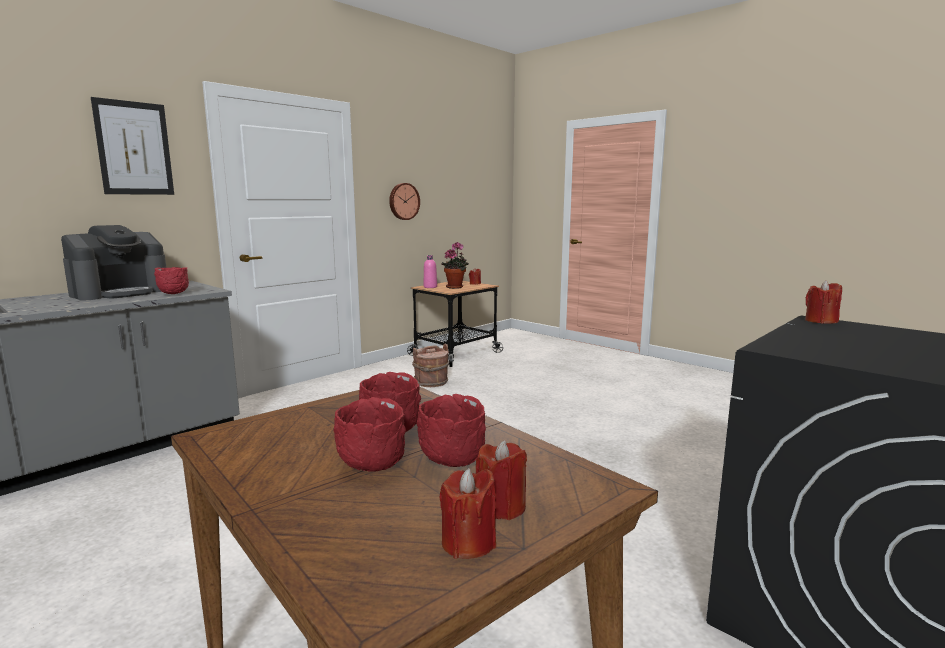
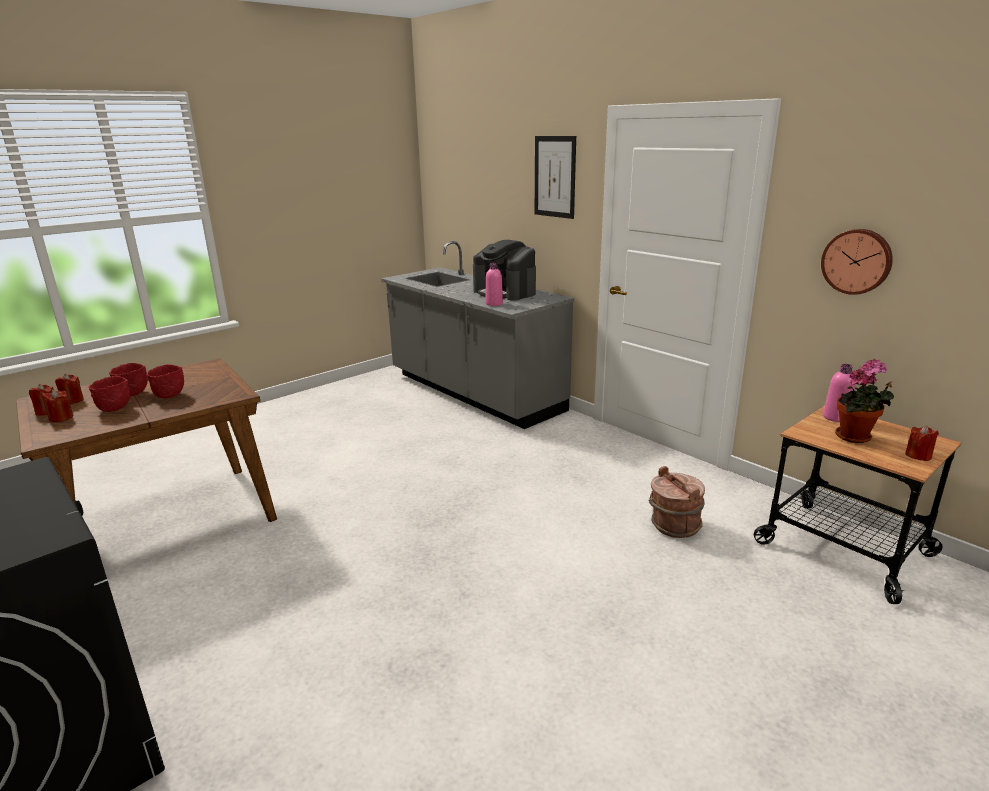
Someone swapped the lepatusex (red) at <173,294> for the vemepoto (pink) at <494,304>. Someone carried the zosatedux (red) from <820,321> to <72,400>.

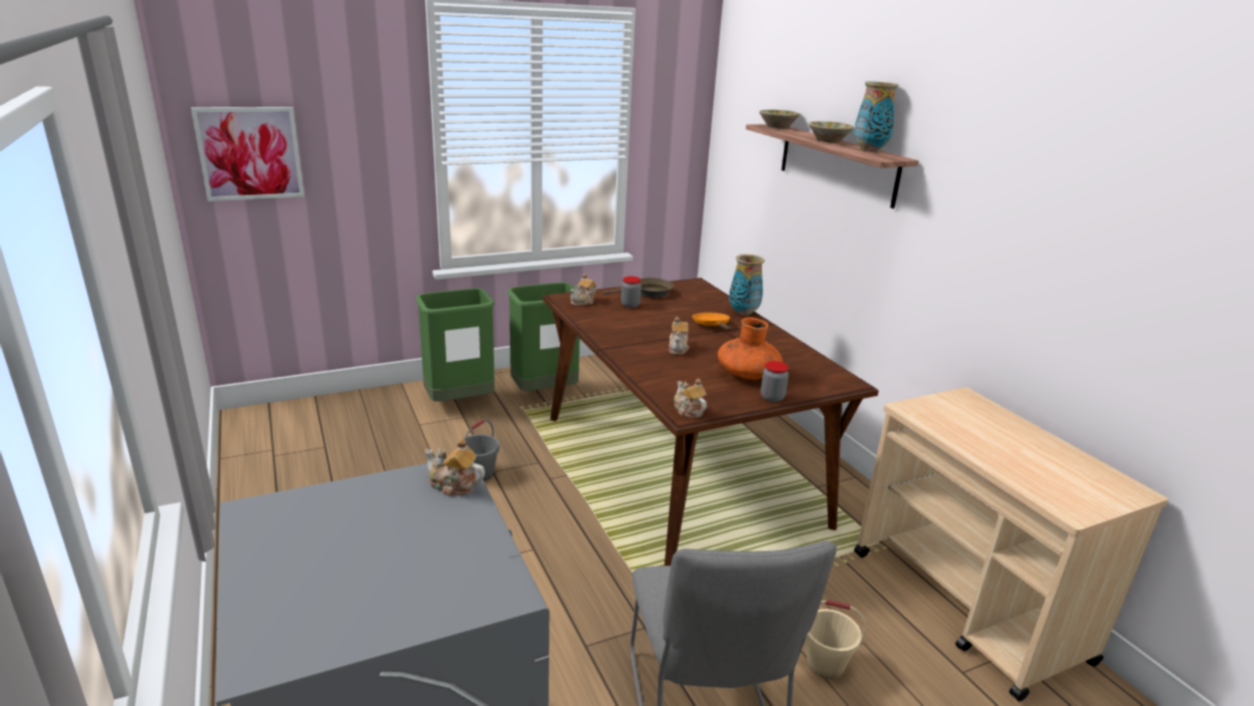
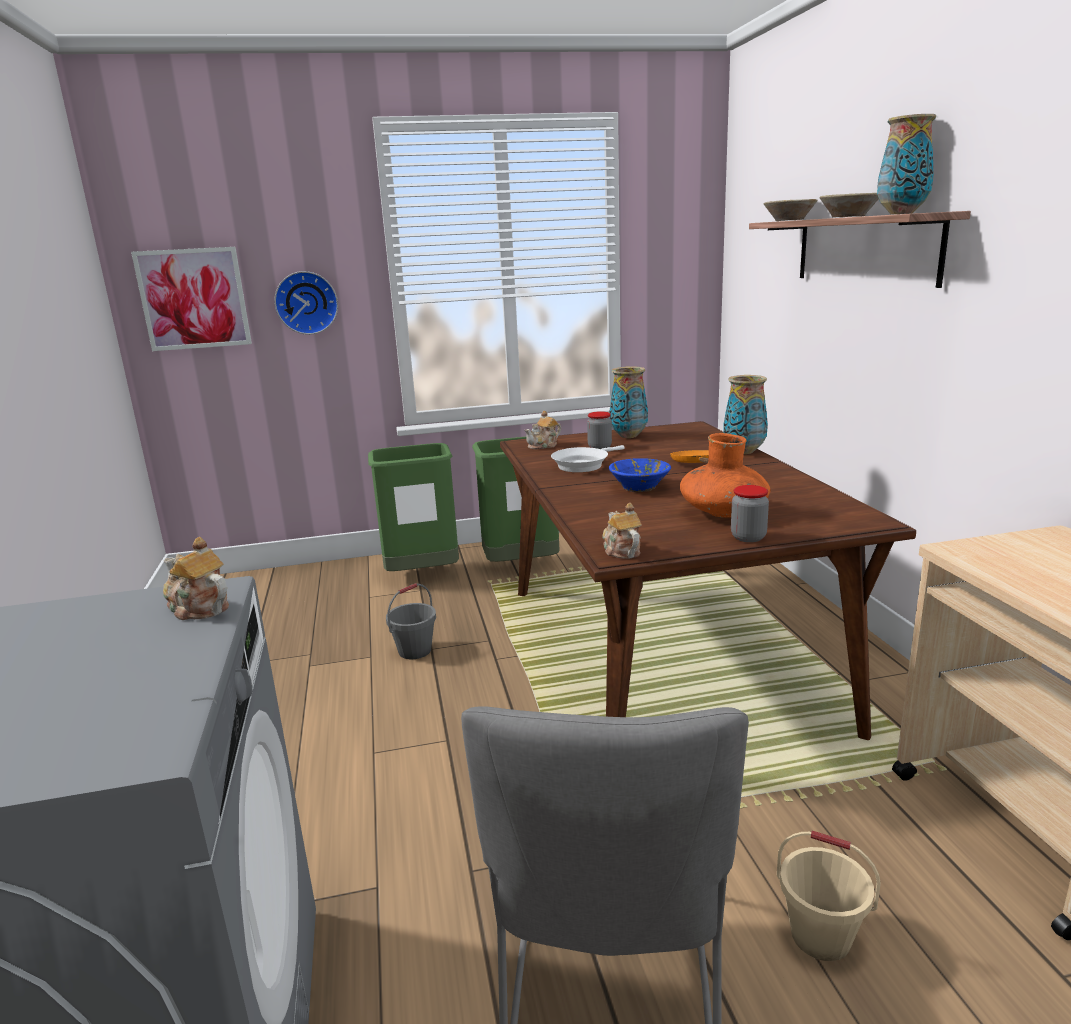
Someone swapped the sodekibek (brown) at <648,293> for the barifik at <629,436>. Someone swapped the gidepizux at <678,348> for the lepatusex (blue) at <640,487>. Someone put up the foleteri at <306,302>. Someone put down the sodekibek (white) at <583,465>.

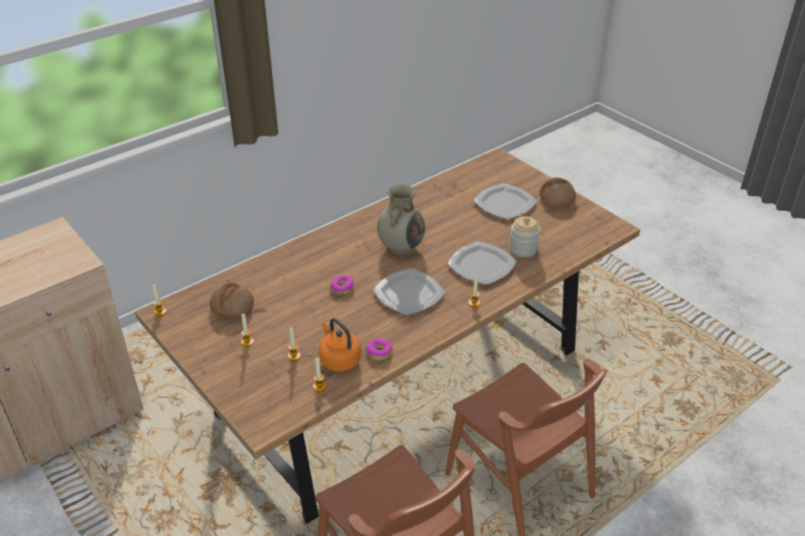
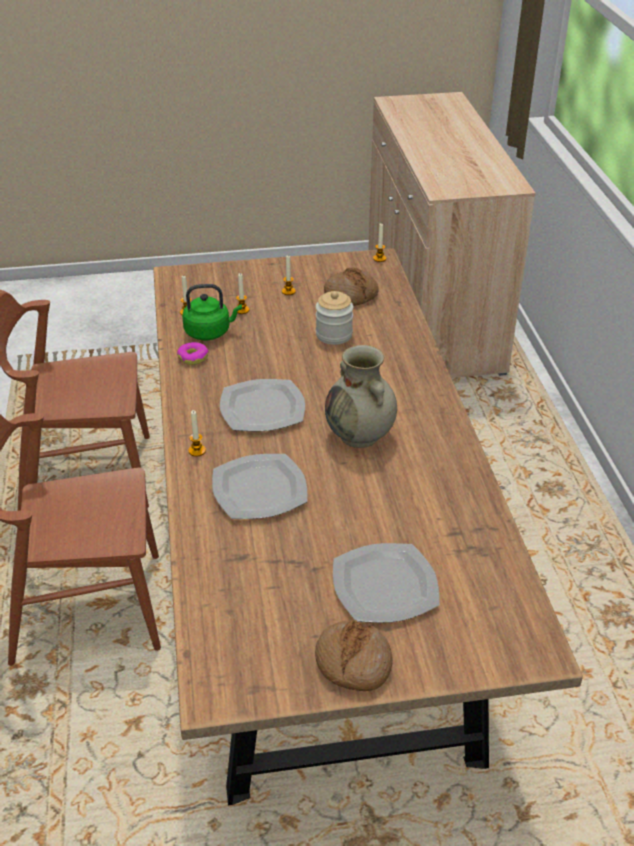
Someone repainted the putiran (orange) at <339,359>, which became the putiran (green) at <210,332>. Someone took away the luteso at <342,288>. Someone carried the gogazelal from <523,249> to <334,335>.

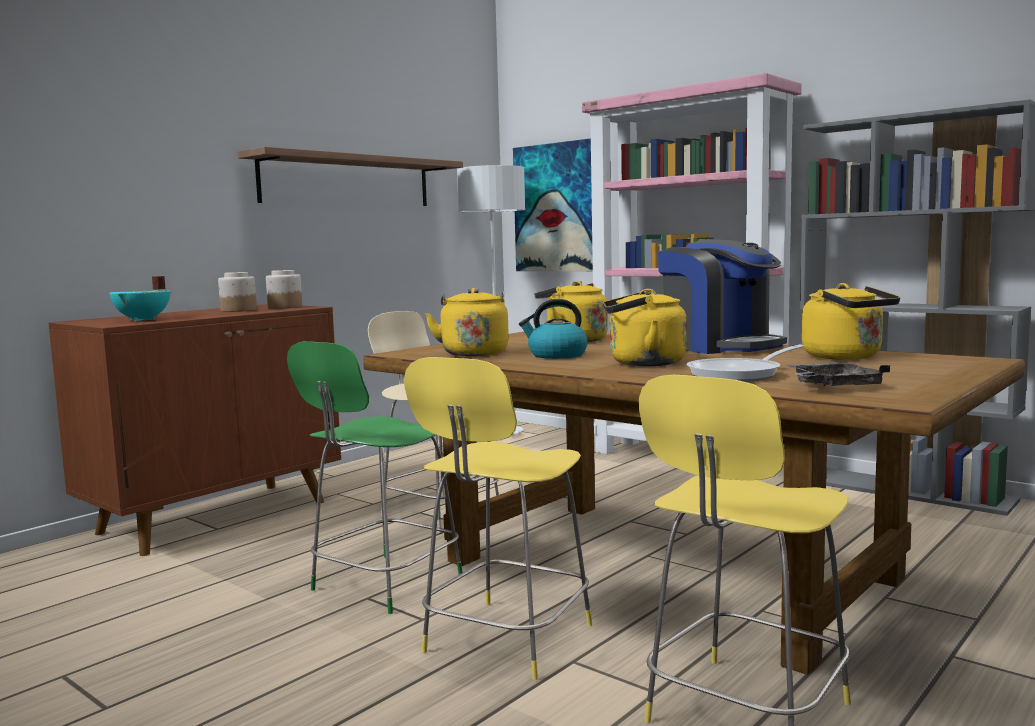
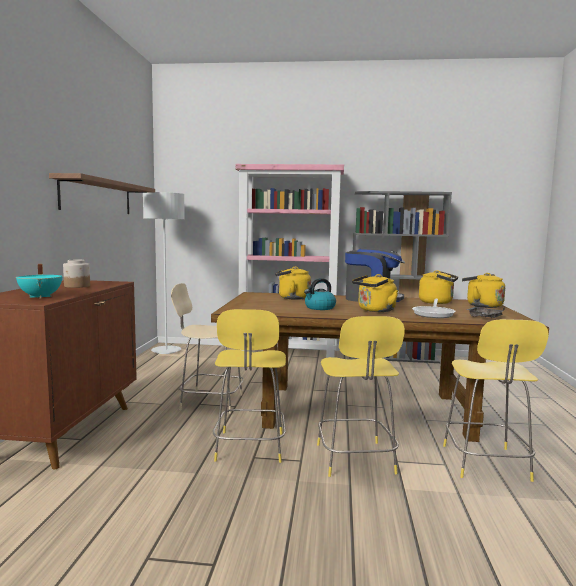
Someone took away the gogazelal at <284,307>. Someone repainted the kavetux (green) at <383,584>, which became the kavetux (yellow) at <250,448>. Someone carried the putiran (yellow) from <474,353> to <482,306>. Someone took away the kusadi at <556,208>.

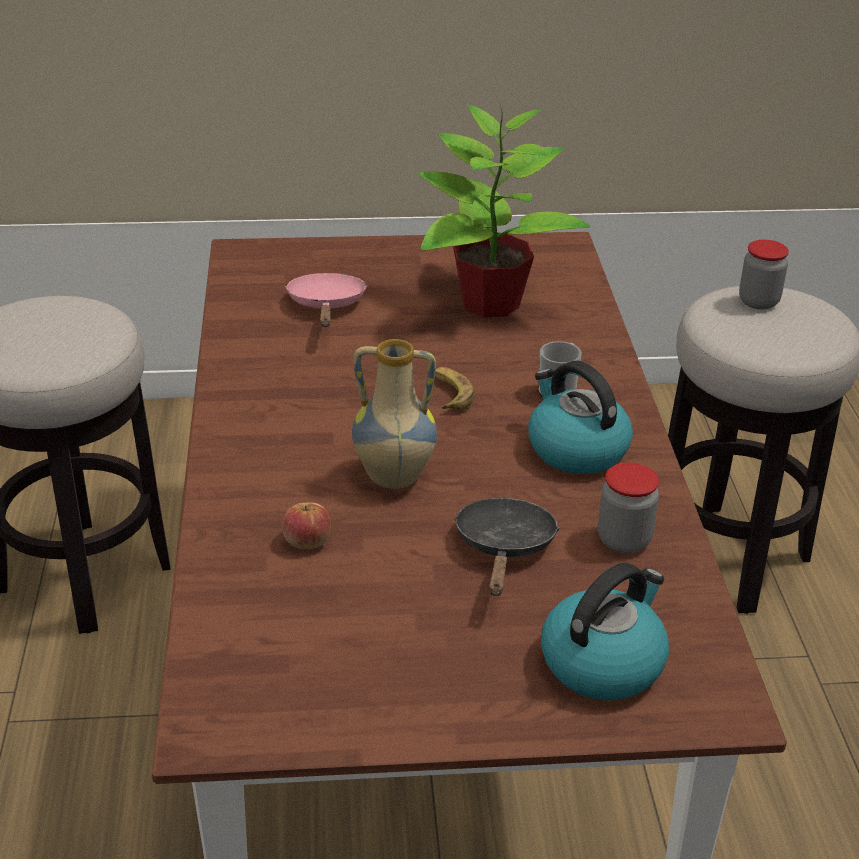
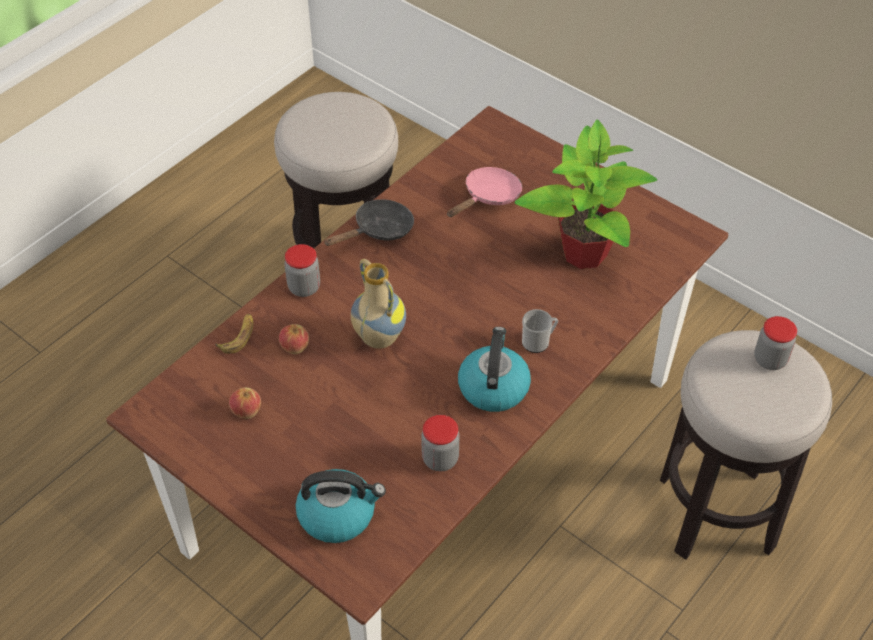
Someone carried the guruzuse from <449,393> to <238,336>. Someone carried the sodekibek (black) from <504,548> to <379,230>. Someone put down the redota at <246,410>. Someone put down the gogazelal at <304,287>.

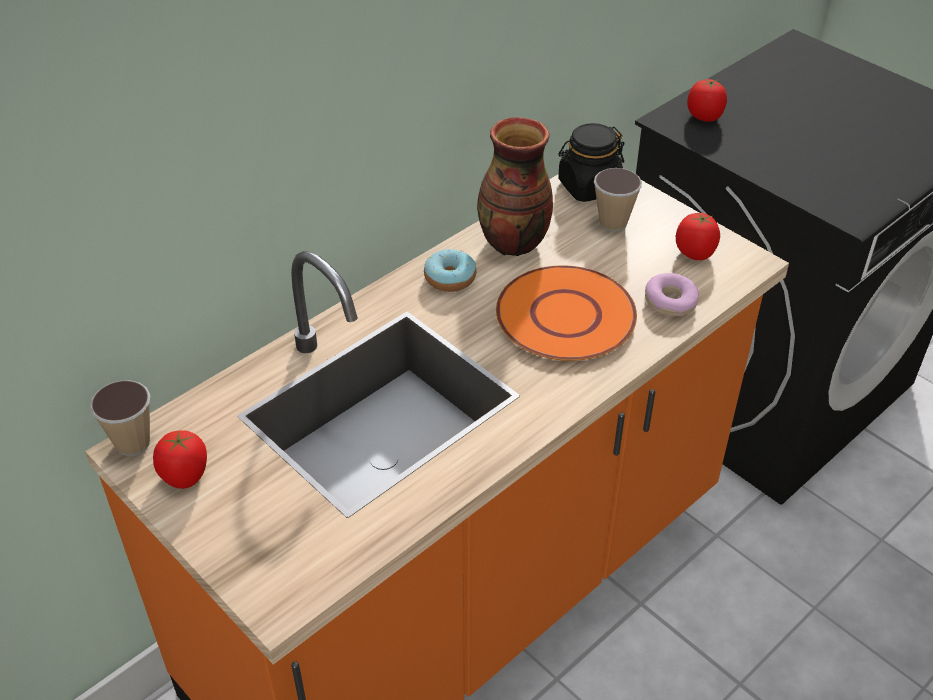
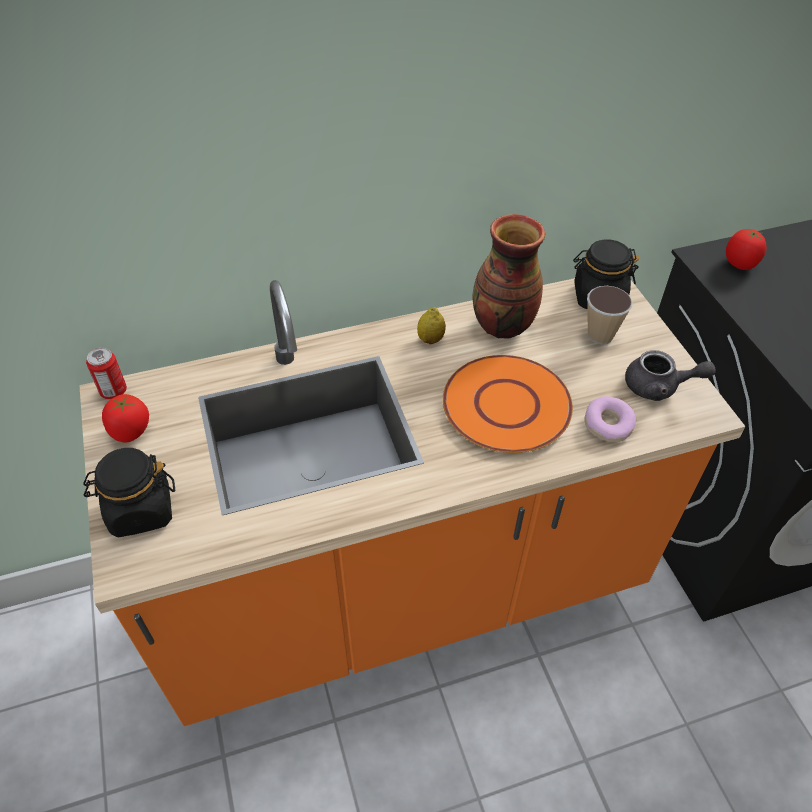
Someone swapped the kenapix at <133,443> for the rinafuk at <113,391>. Someone swapped the luteso at <450,278> for the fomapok at <430,339>. Someone swapped the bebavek at <695,253> for the gidepizux (grey) at <659,387>. Someone put down the gogazelal (black) at <140,510>.

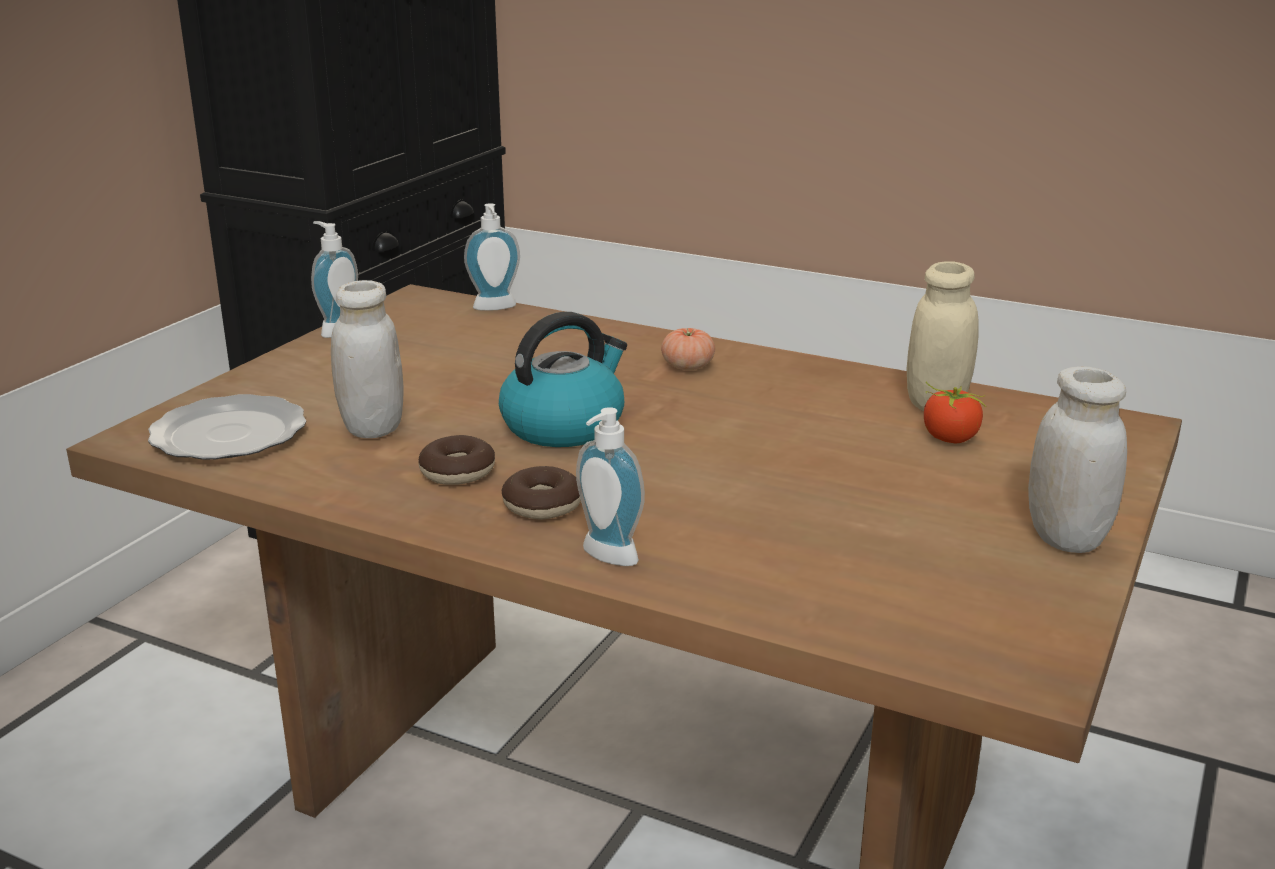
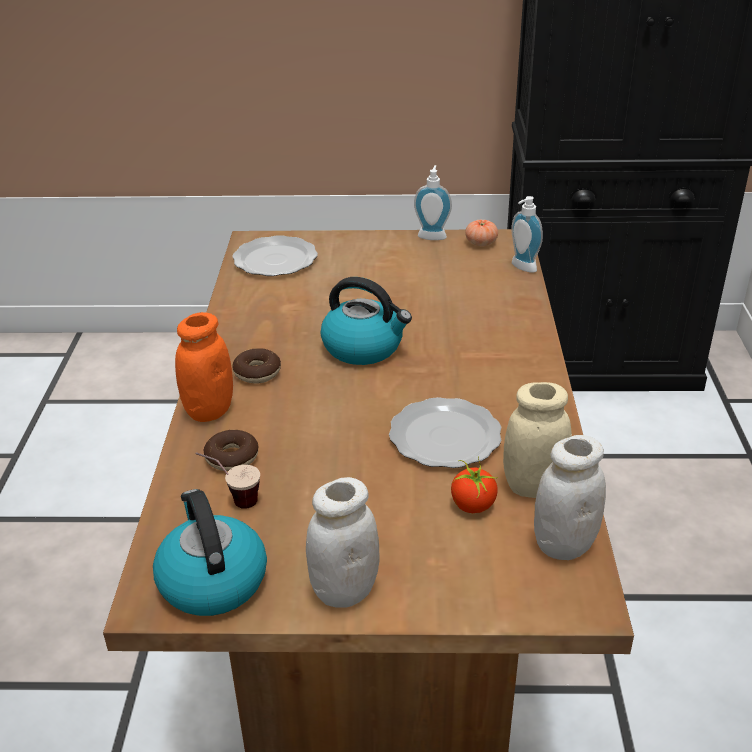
Someone carried the gogazelal (white) from <372,428> to <563,545>. Someone carried the luteso from <457,472> to <232,457>. Someone swapped the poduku at <605,558> for the gogazelal (orange) at <209,410>. Someone carried the bebavek from <687,366> to <481,243>. Someone put down the putiran at <211,580>. Someone put down the kenapix at <232,500>. Someone put down the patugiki at <446,436>.

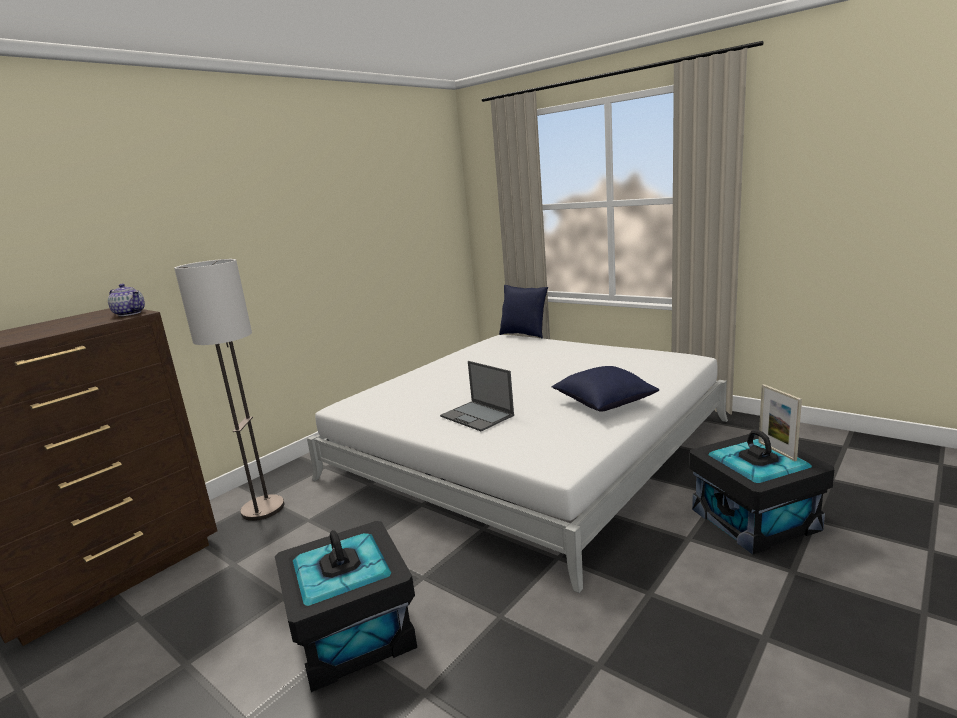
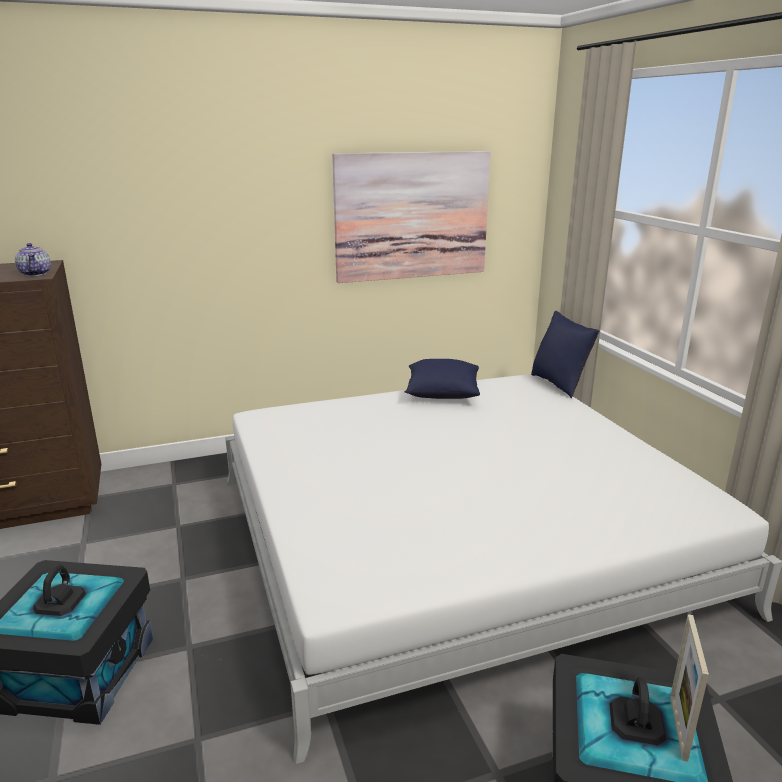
Someone took away the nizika at <262,508>. Someone took away the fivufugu at <477,416>. Someone carried the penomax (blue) from <604,403> to <442,393>. Someone put up the kusadi at <412,216>.

